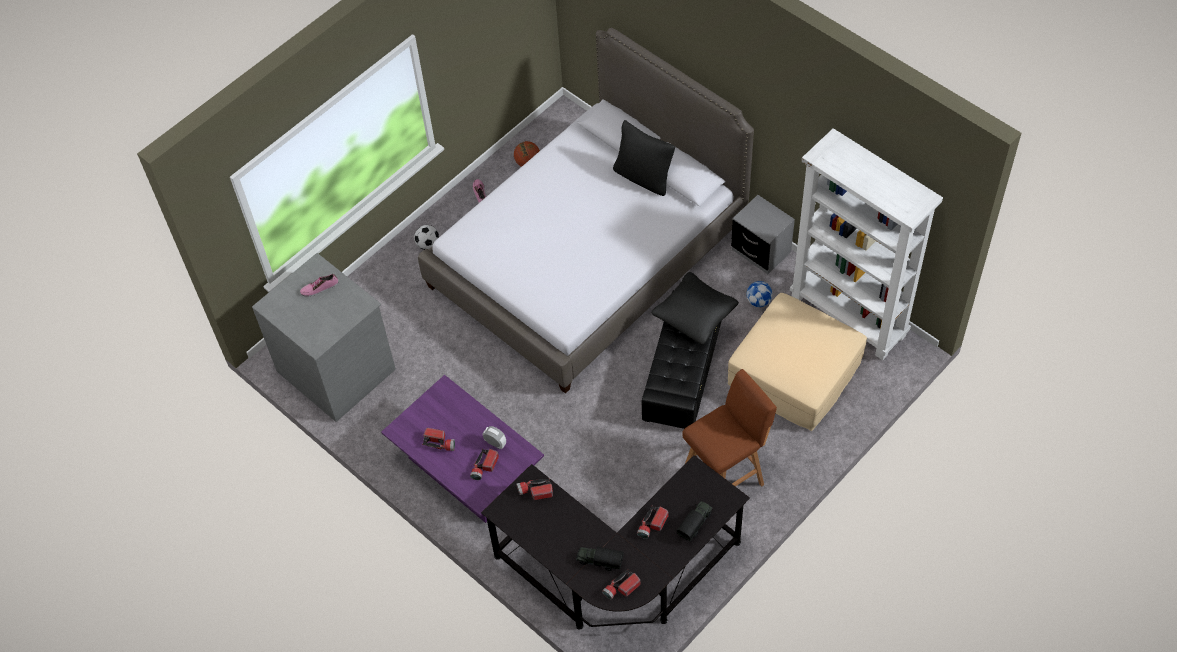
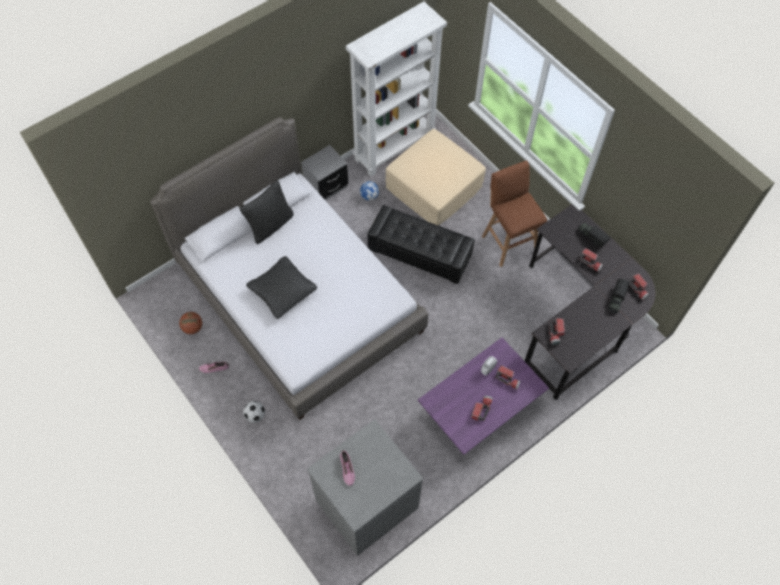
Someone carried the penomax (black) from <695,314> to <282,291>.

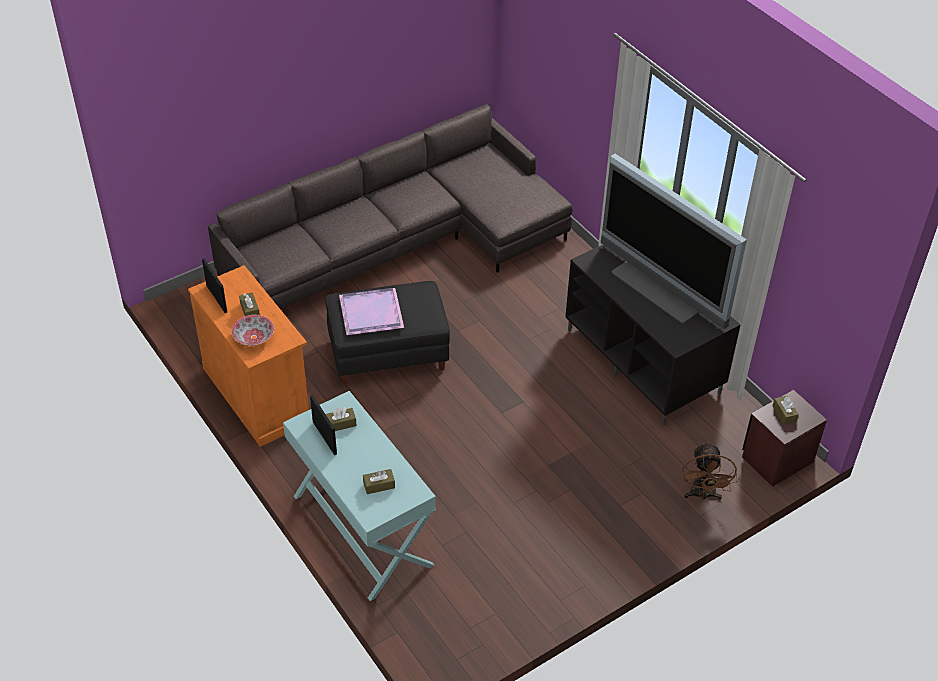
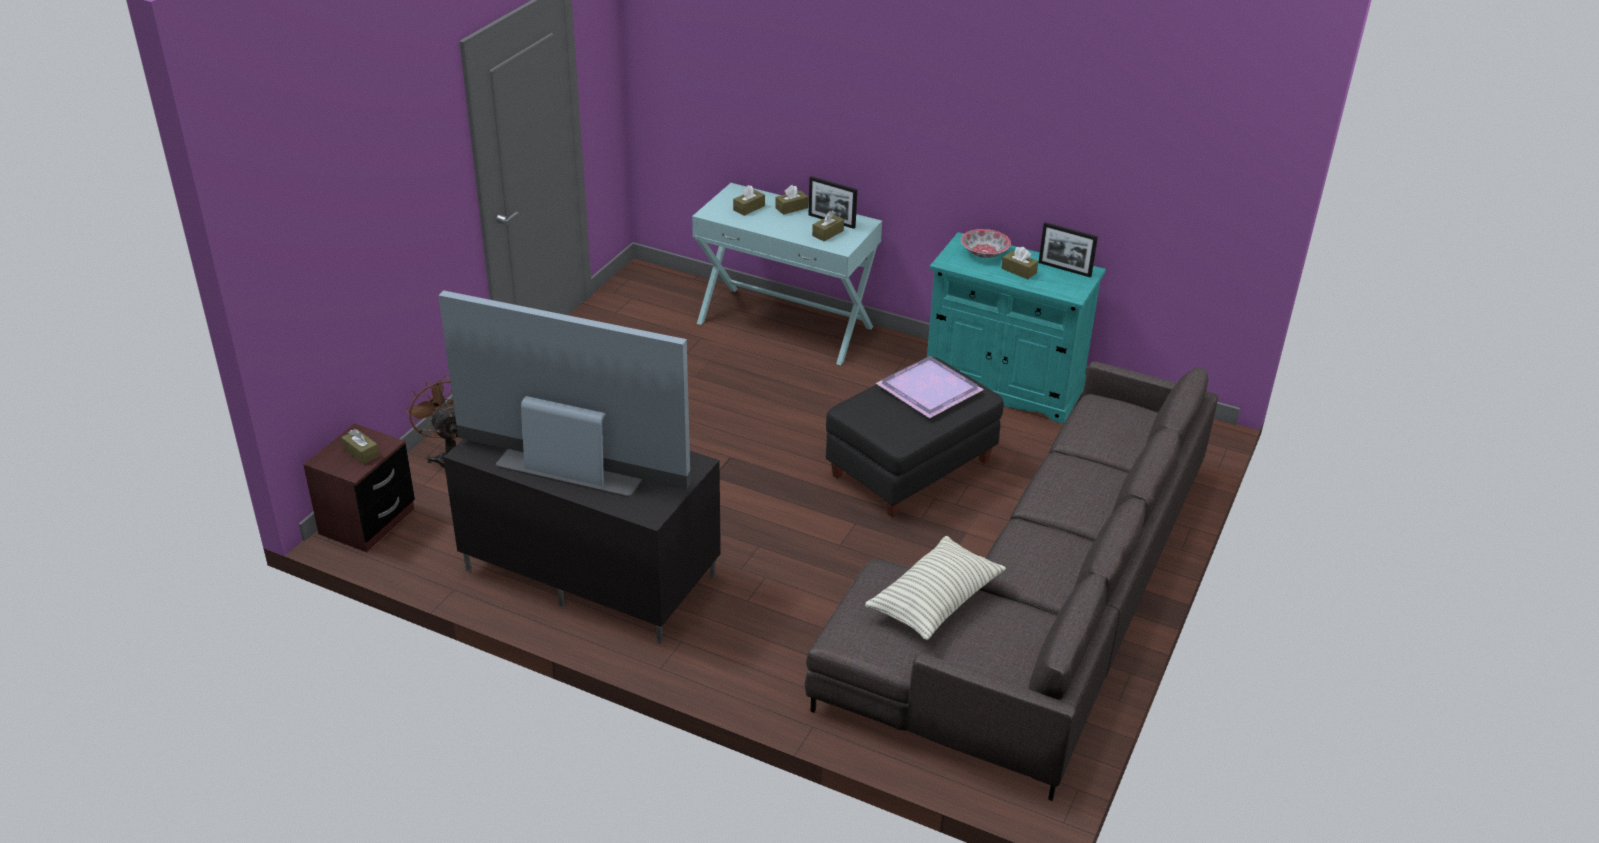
Someone repainted the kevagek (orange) at <257,394>, which became the kevagek (turquoise) at <1003,385>. Someone put down the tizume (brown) at <791,208>. Someone put down the penomax at <935,601>.

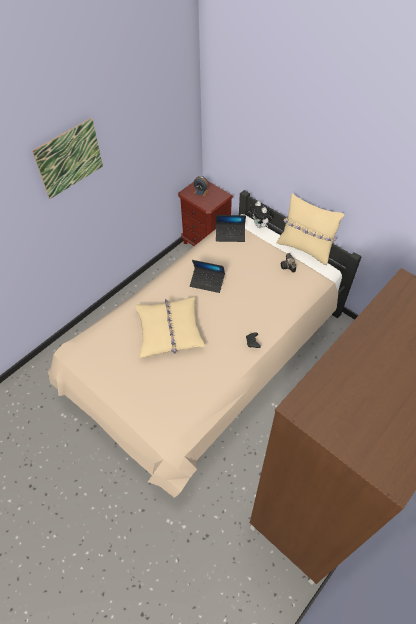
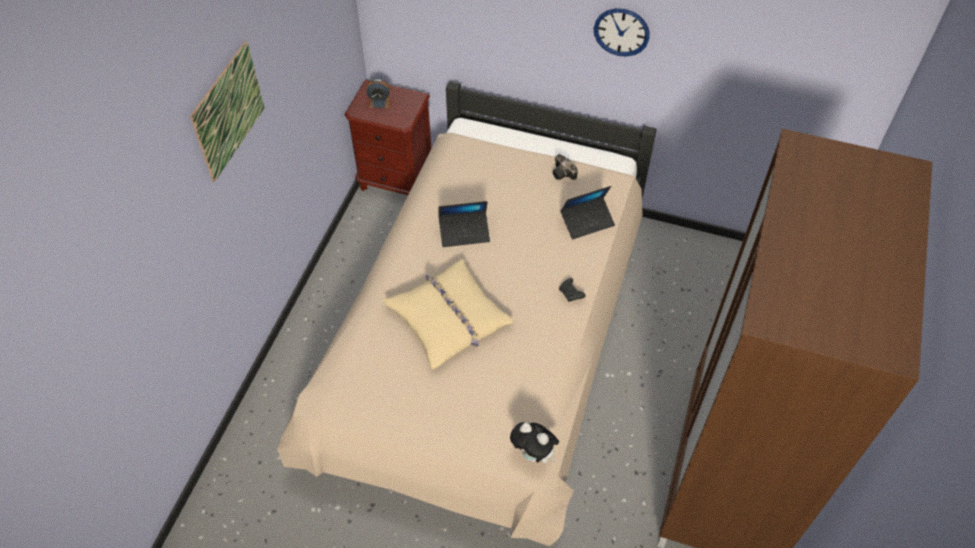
Someone carried the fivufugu from <230,235> to <587,221>. Someone carried the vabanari from <260,226> to <534,455>. Someone took away the penomax (beige) at <305,248>. Someone put up the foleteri at <621,32>.

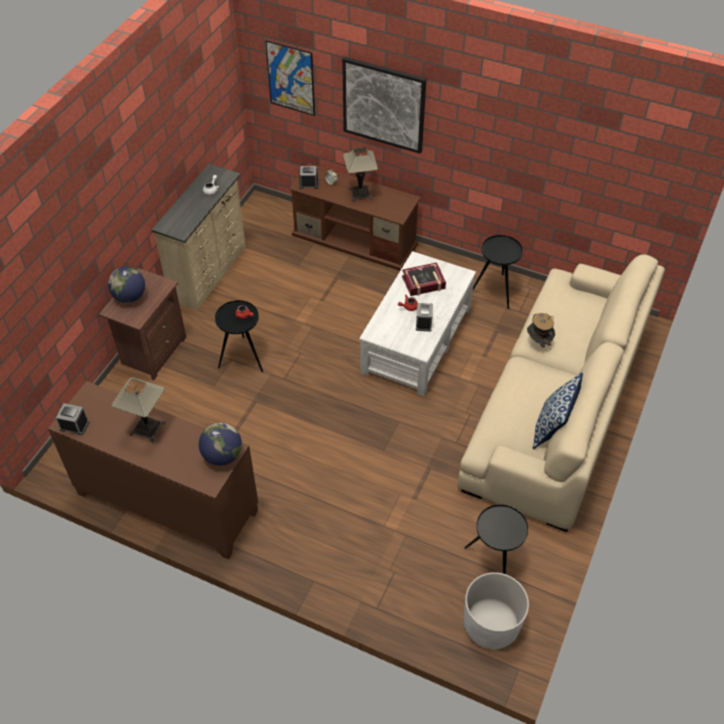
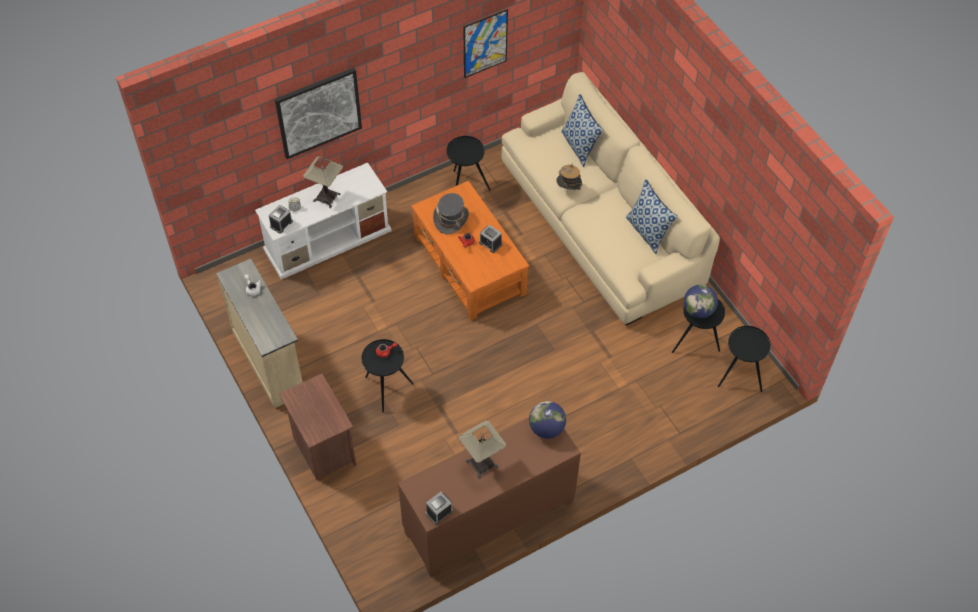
Someone carried the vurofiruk from <130,297> to <698,310>. Someone carried the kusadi from <291,78> to <485,43>. Someone repainted the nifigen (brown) at <355,240>, which became the nifigen (white) at <328,239>. Someone repainted the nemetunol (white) at <416,339>, which became the nemetunol (orange) at <469,265>. Someone swapped the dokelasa at <423,283> for the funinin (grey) at <451,219>. Someone swapped the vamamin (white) at <491,625> for the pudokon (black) at <739,375>. Someone put down the penomax at <580,146>.

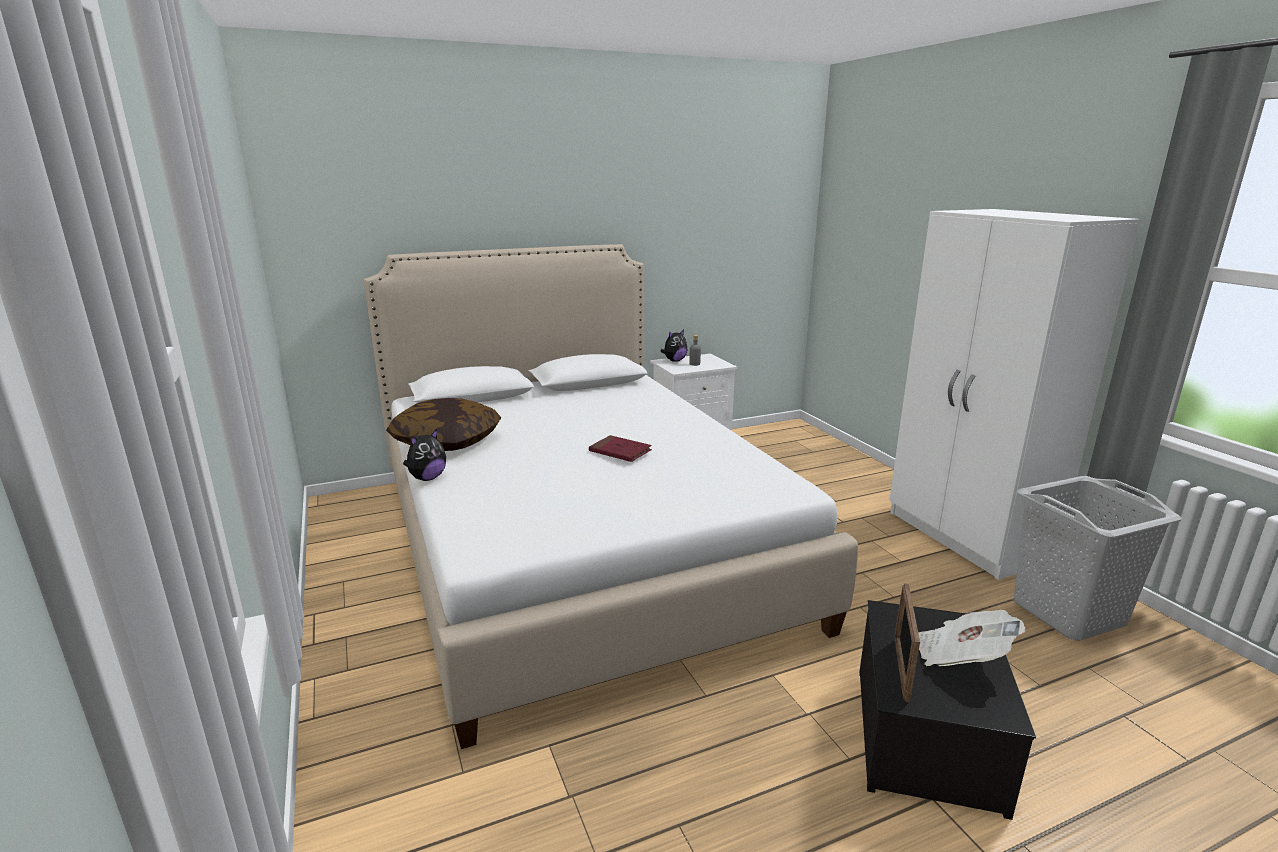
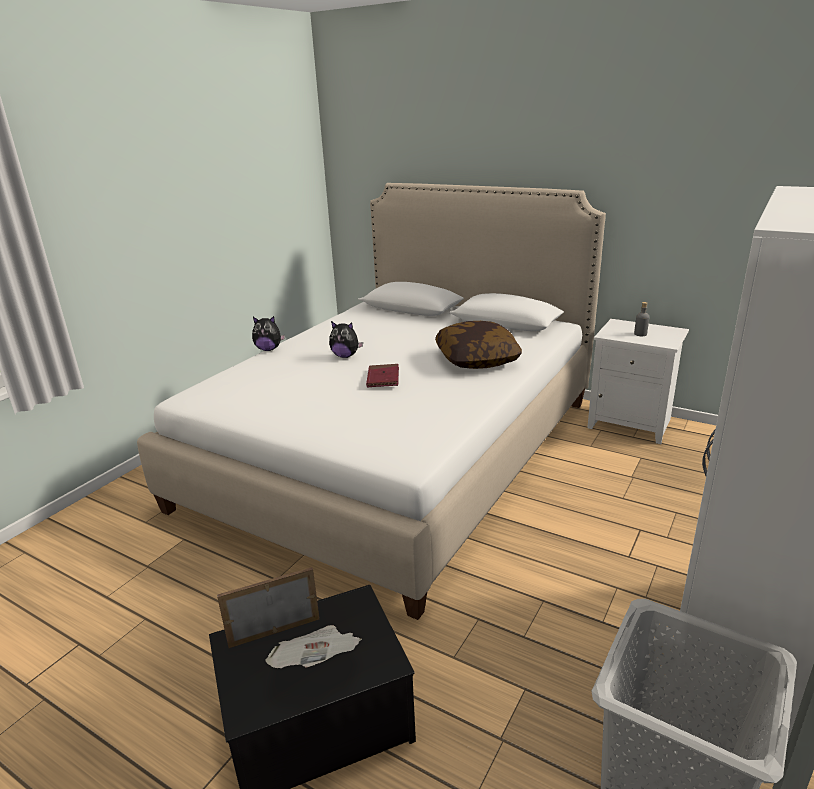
Someone carried the penomax from <446,441> to <476,359>. Someone carried the vabanari from <674,361> to <345,356>.

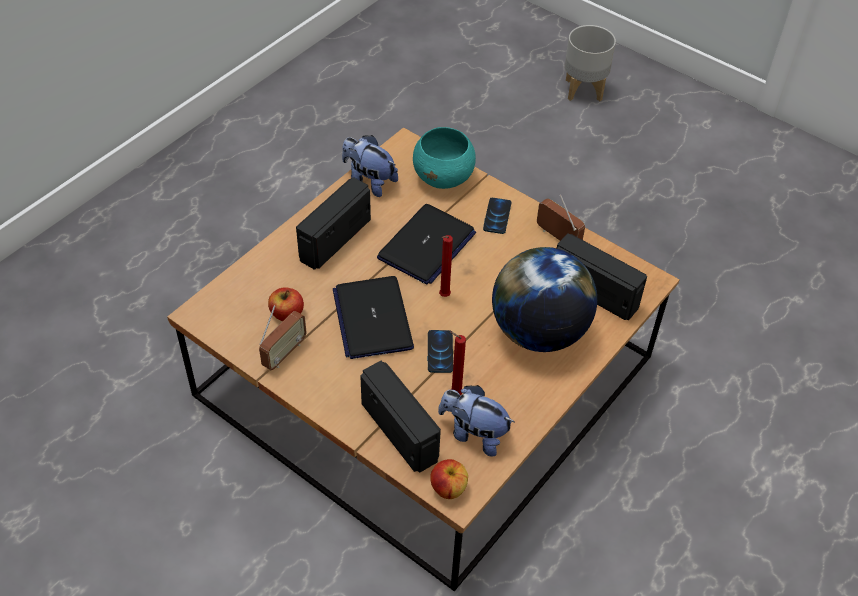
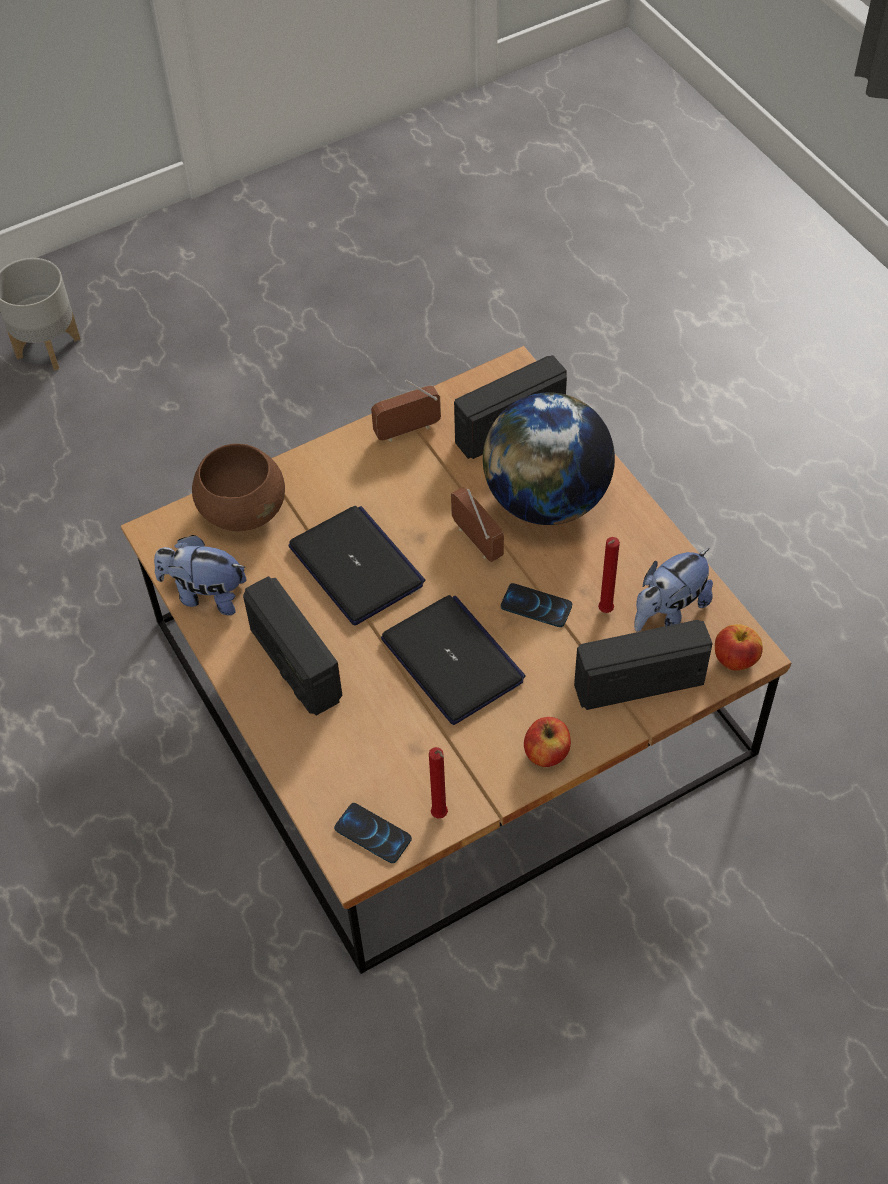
Someone carried the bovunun from <284,353> to <476,541>. Someone carried the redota from <287,314> to <547,753>. Someone rotated the fivufugu at <372,318> by 135 degrees counterclockwise. Someone rotated the vabanari at <369,181> by 45 degrees clockwise. Someone repainted the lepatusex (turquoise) at <444,177>, which became the lepatusex (brown) at <243,510>. Someone carried the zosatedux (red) from <443,296> to <440,816>. Someone carried the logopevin from <497,216> to <373,834>.

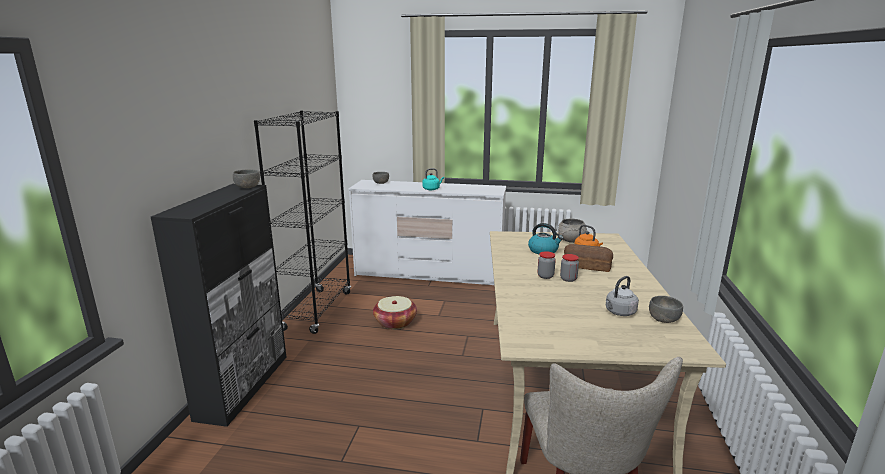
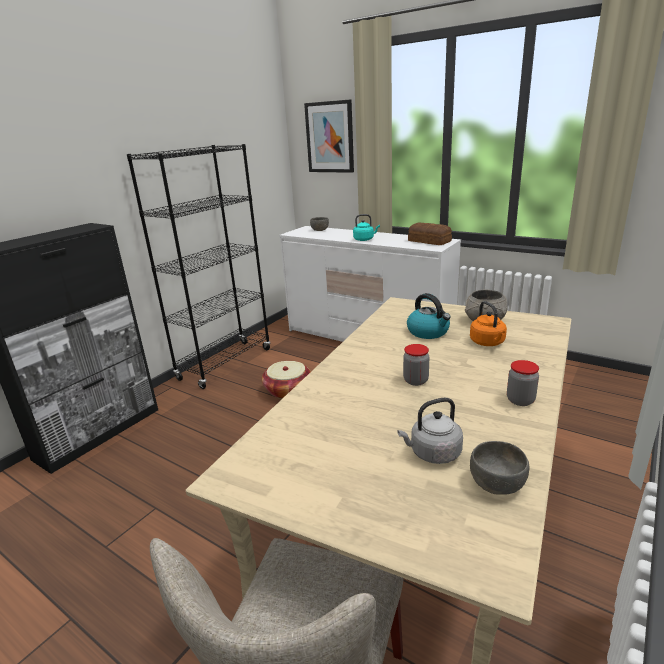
Someone took away the lepatusex (grey) at <247,187>. Someone carried the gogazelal from <545,276> to <520,400>. Someone carried the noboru from <586,265> to <429,241>. Someone put up the kusadi at <330,137>.

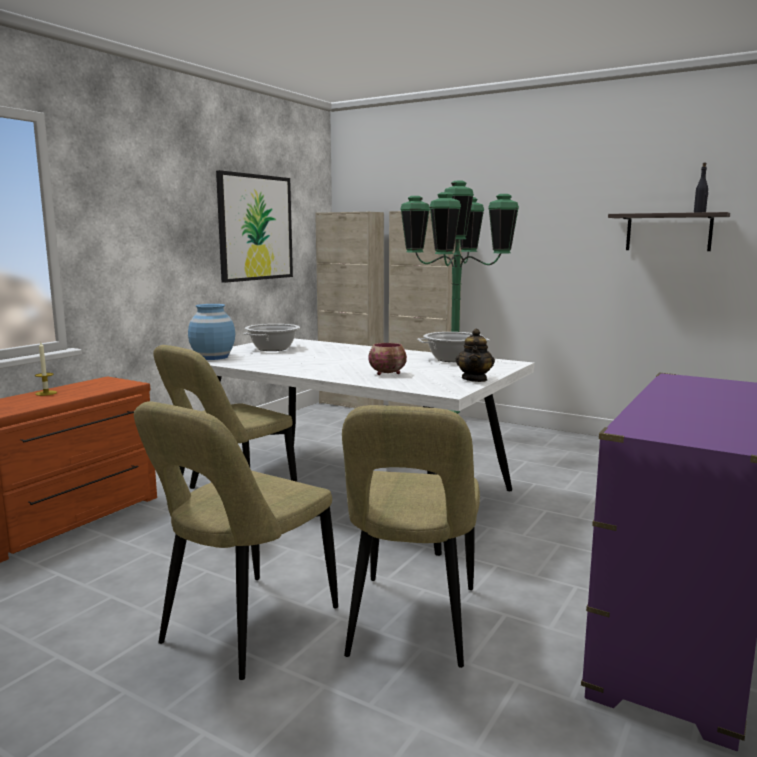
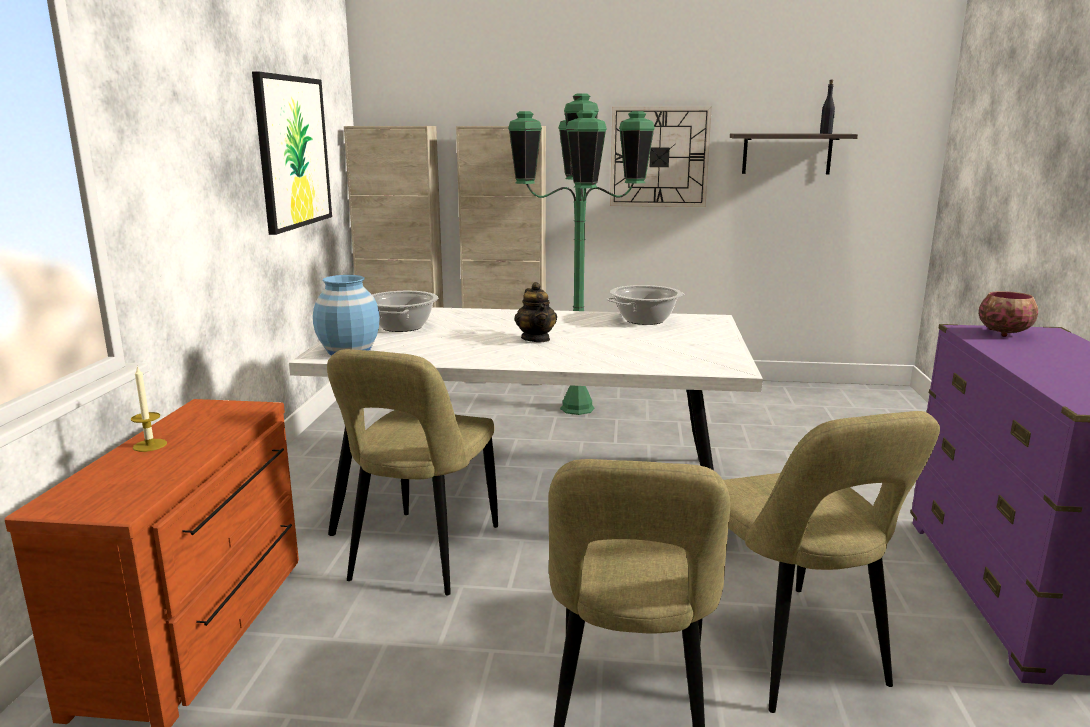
Someone carried the lepatusex from <388,373> to <1004,333>. Someone carried the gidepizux from <475,379> to <536,339>. Someone put up the foleteri at <659,157>.

